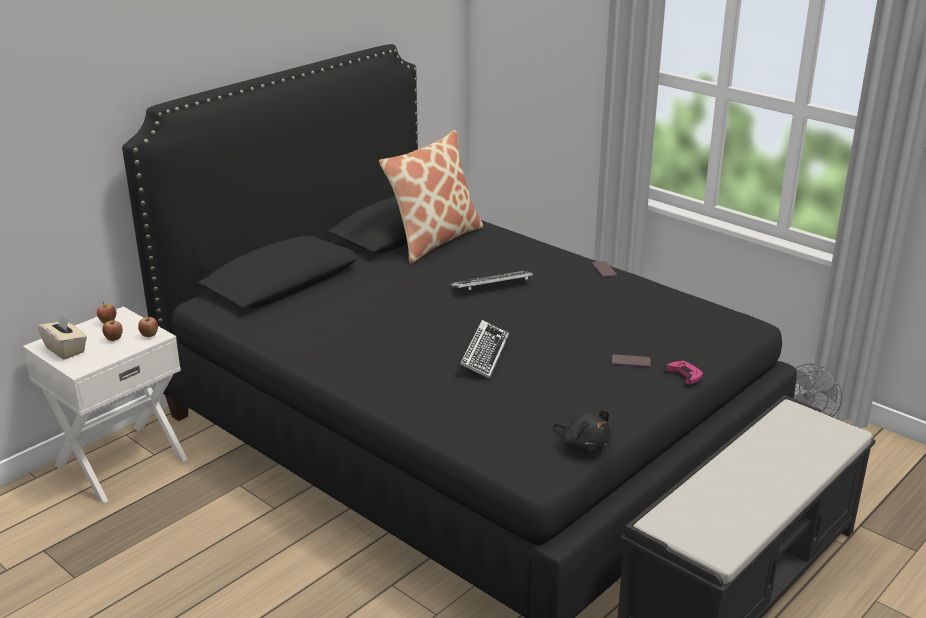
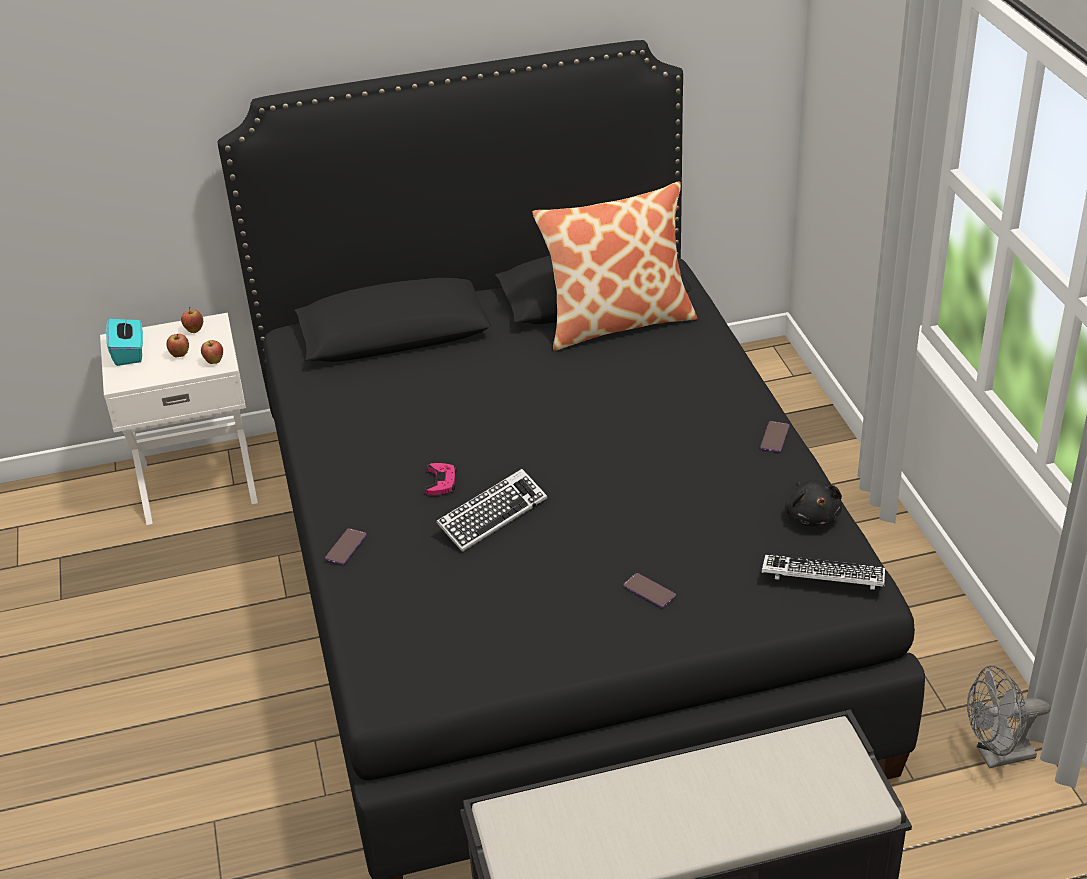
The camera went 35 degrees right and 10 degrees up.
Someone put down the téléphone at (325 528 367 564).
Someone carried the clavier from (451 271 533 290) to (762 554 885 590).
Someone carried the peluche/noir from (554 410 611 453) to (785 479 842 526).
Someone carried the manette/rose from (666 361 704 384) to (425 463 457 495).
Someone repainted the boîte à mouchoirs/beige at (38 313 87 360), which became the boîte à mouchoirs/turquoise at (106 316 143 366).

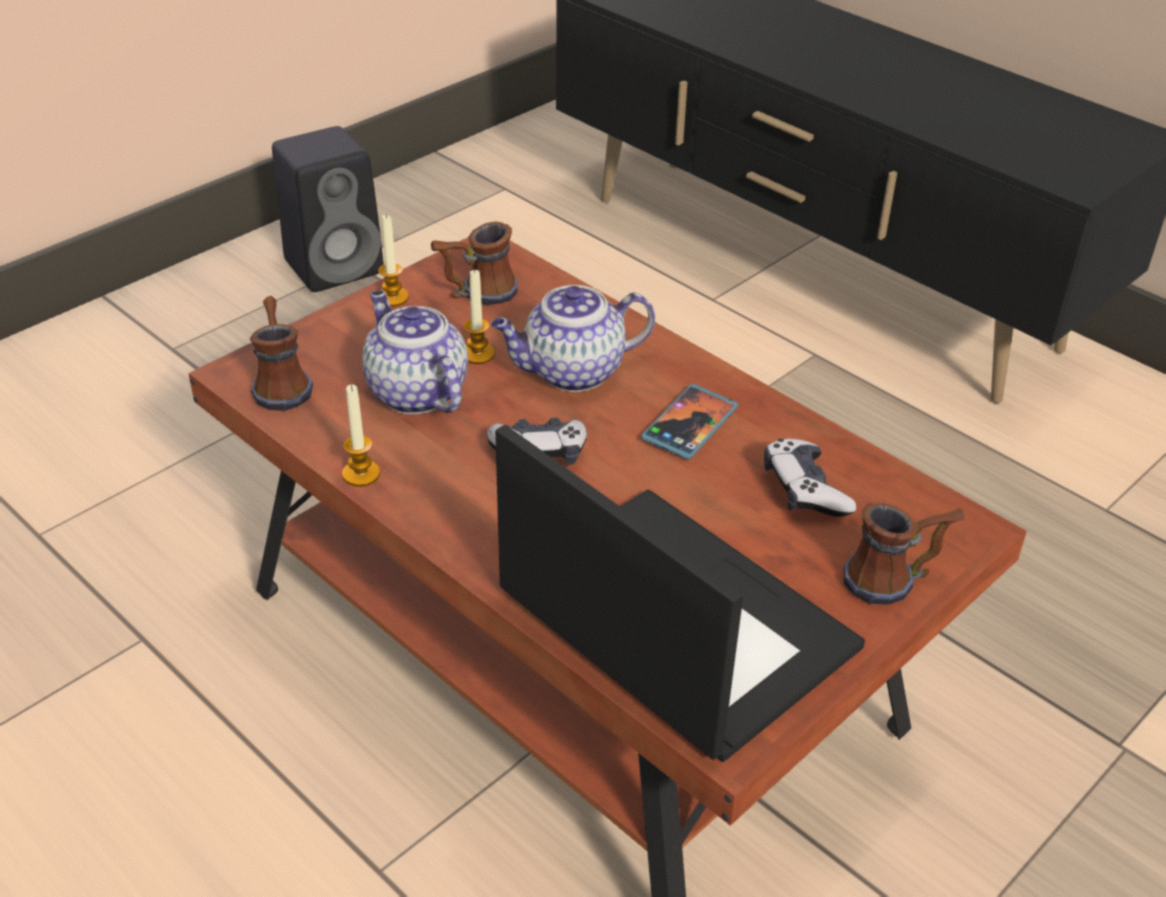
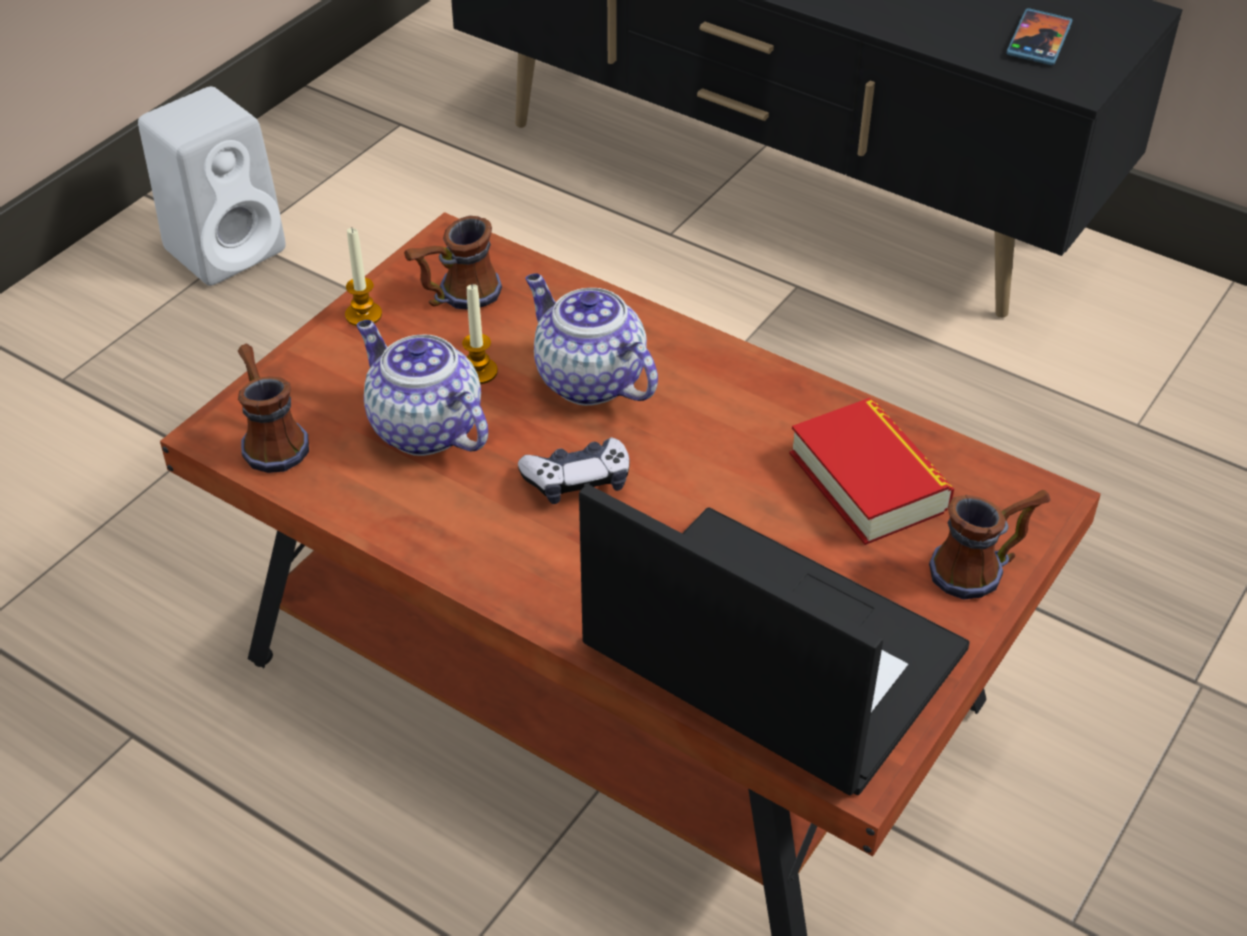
The camera went 10 degrees left and 5 degrees up.
Someone took away the bougie at (342 384 380 487).
Someone carried the téléphone from (641 384 738 460) to (1006 8 1072 65).
Someone swapped the manette at (764 439 856 517) for the livre at (789 398 954 545).
Someone repainted the enceinte/noir at (272 126 384 292), which became the enceinte/blanc at (138 86 286 286).
Someone rotated the théière at (491 285 655 392) by 75 degrees clockwise.

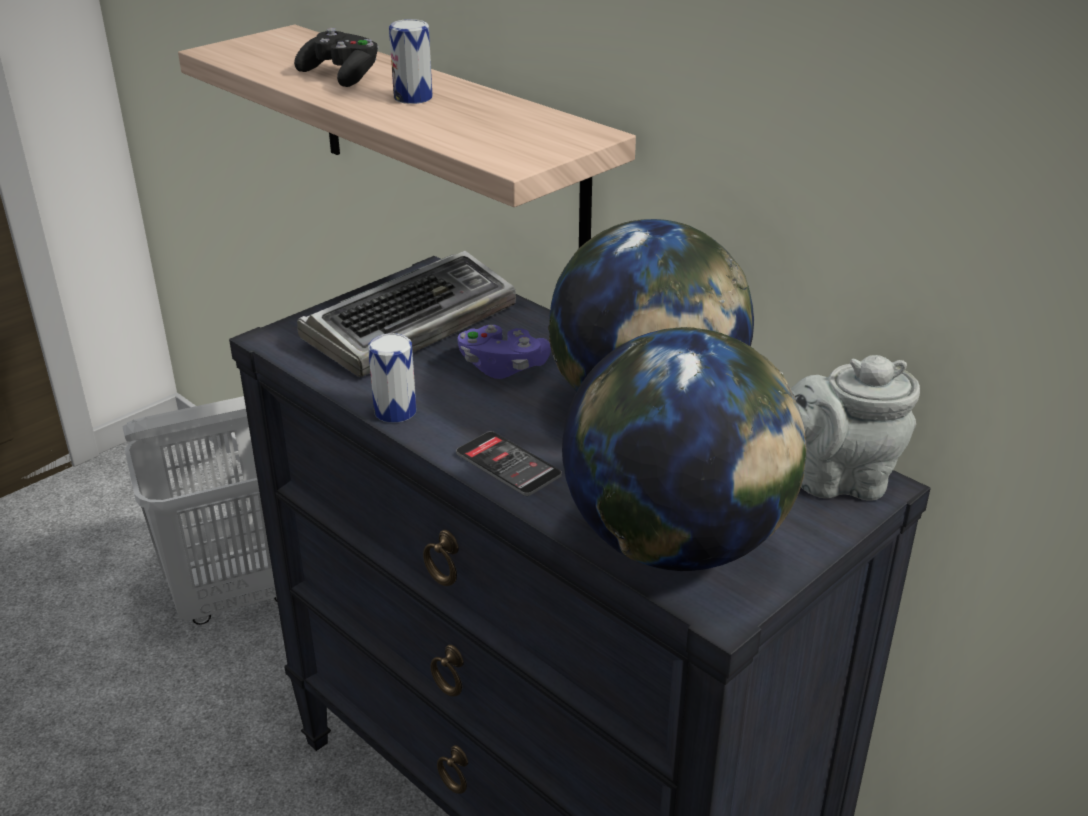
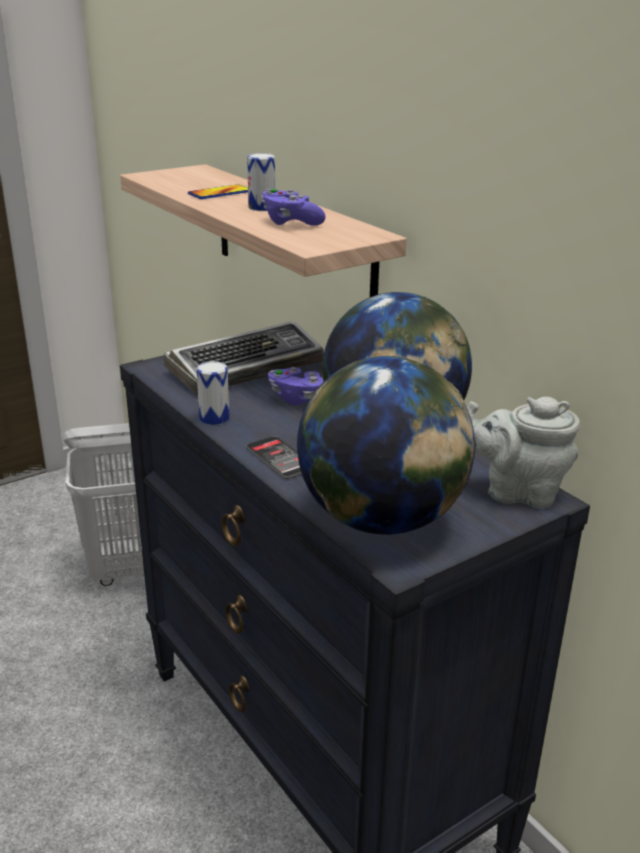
The camera went 10 degrees right and 5 degrees down.
Someone put down the manette/violet at (262 189 326 226).
Someone swapped the manette/noir at (294 28 379 87) for the téléphone at (188 184 248 199).

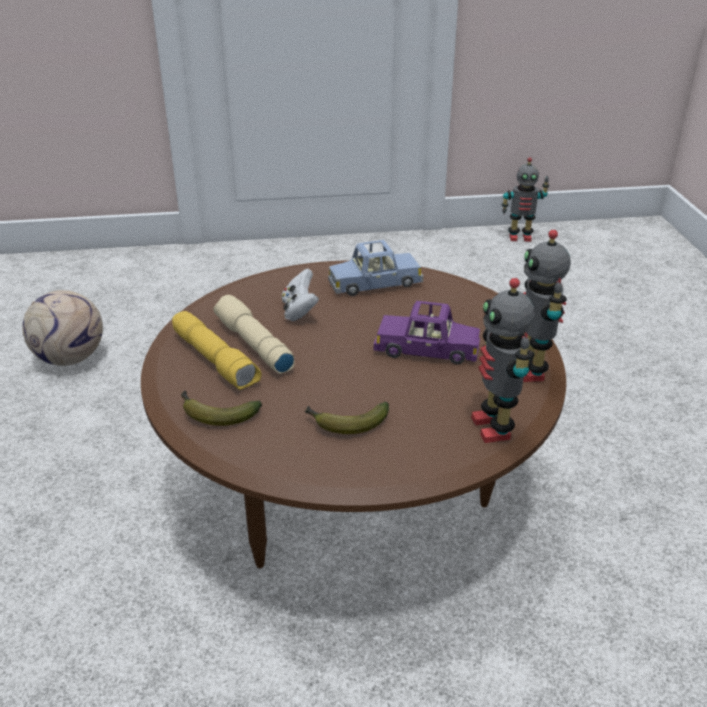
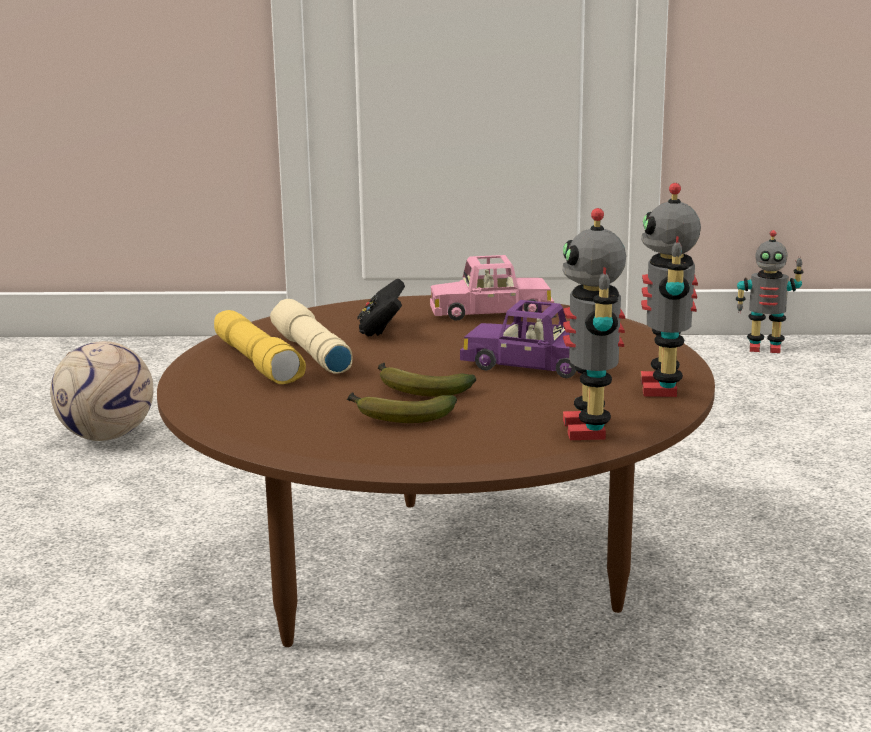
The camera went 10 degrees right and 15 degrees down.
Someone carried the banane from (181 390 262 426) to (378 363 476 397).
Someone repainted the manette/blanc at (282 268 319 321), which became the manette/noir at (357 279 405 336).
Someone repainted the petite voiture/bleu at (328 240 423 296), which became the petite voiture/rose at (430 255 554 321).

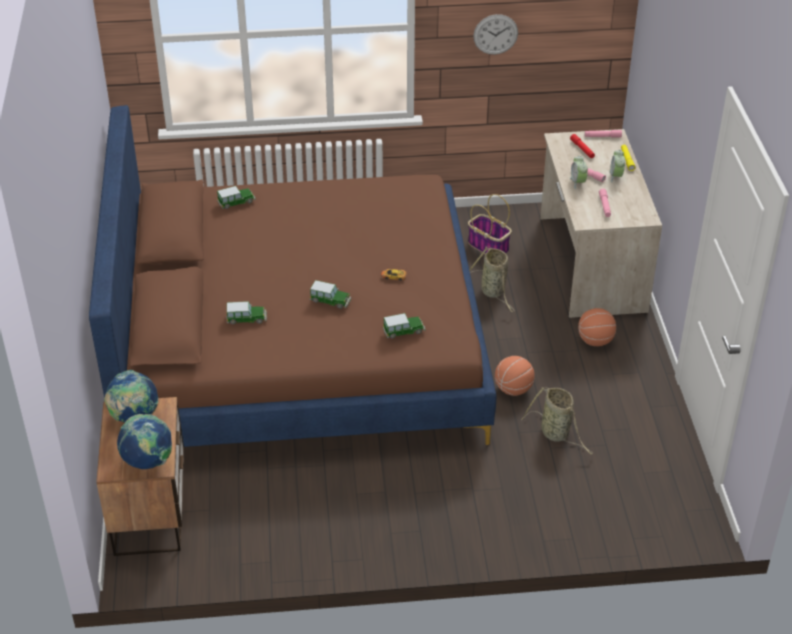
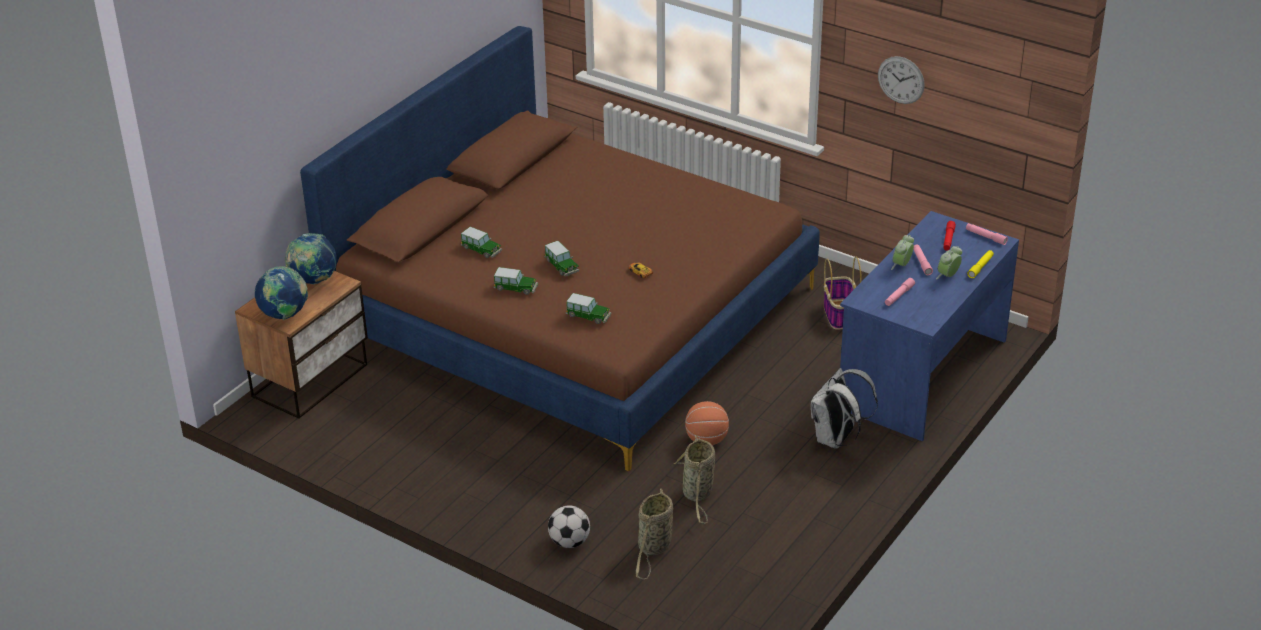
The camera went 40 degrees right and 5 degrees down.
Someone put down the ballon de foot at (548 506 590 548).
Someone carried the petite voiture from (217 186 256 209) to (494 267 538 295).
Someone carried the panier from (469 246 515 312) to (636 488 673 579).
Someone swapped the ballon de basket at (578 308 616 346) for the sac à dos/blanc at (811 368 878 449).
Someone repainted the bureau/beige at (540 129 662 318), which became the bureau/bleu at (840 211 1019 441).

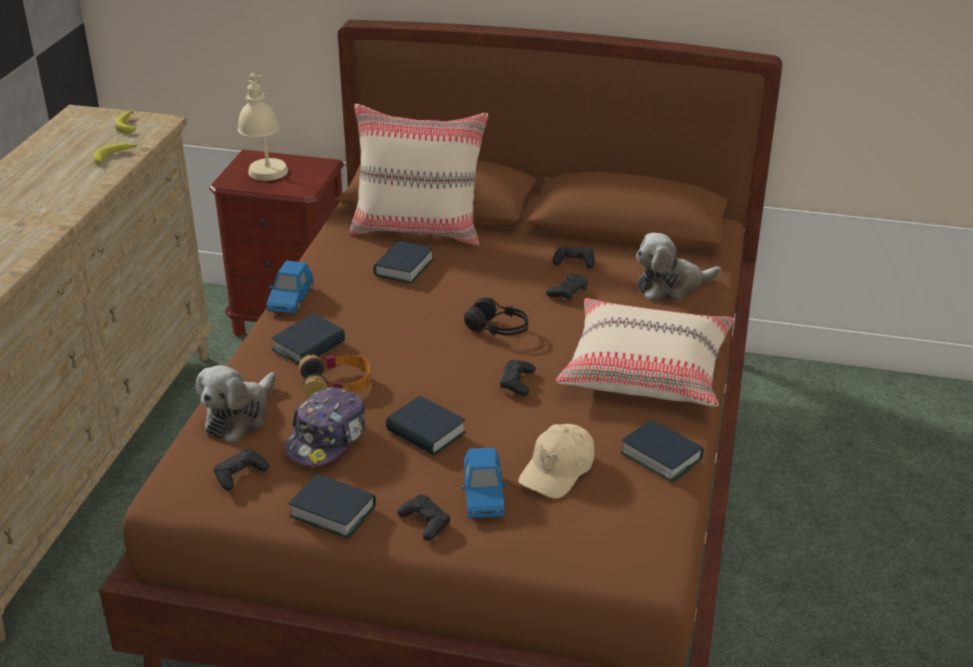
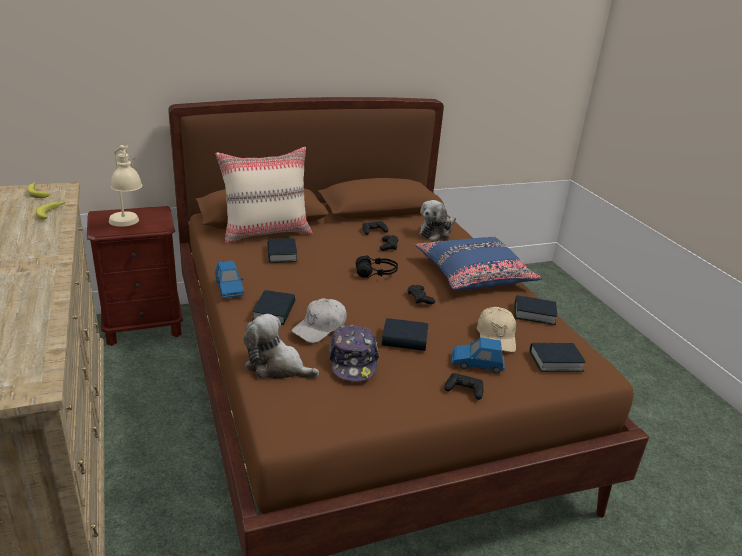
The camera went 35 degrees left and 5 degrees down.
Someone took away the manette/noir at (214 449 269 491).
Someone carried the livre from (288 474 376 539) to (530 343 586 372).
Someone swapped the casque audio at (299 354 371 397) for the casquette/blanc at (291 298 347 343).
Someone repainted the coussin/beige at (556 298 734 406), which became the coussin/bleu at (415 236 542 290).
Someone rotated the peluche at (196 365 276 442) by 120 degrees clockwise.
Someone rotated the petite voiture/bleu at (462 447 507 518) by 135 degrees clockwise.

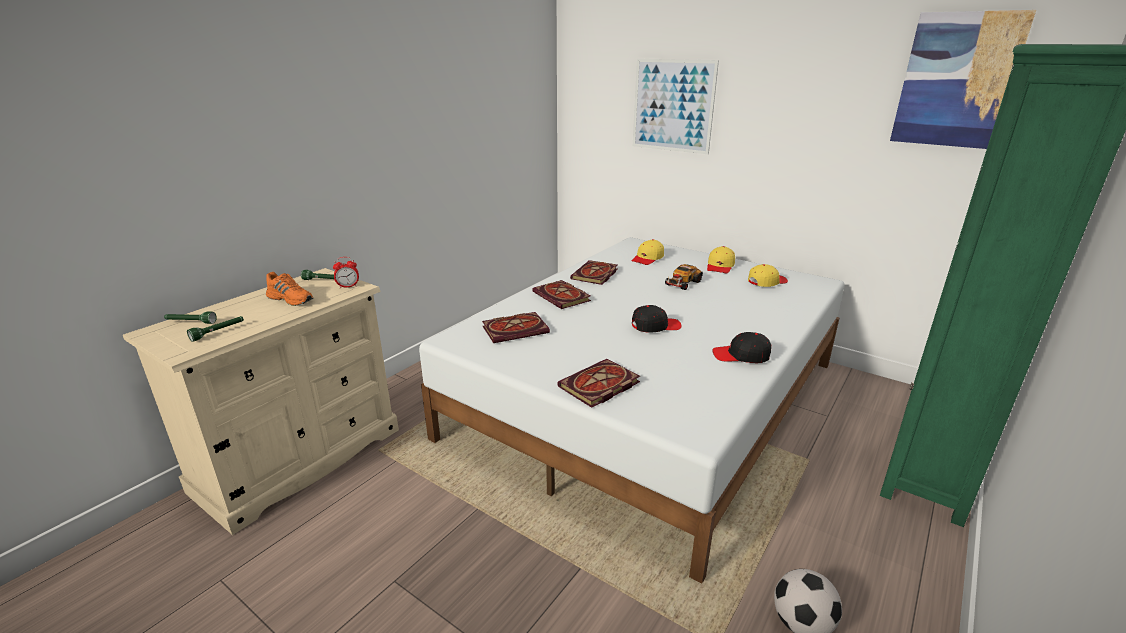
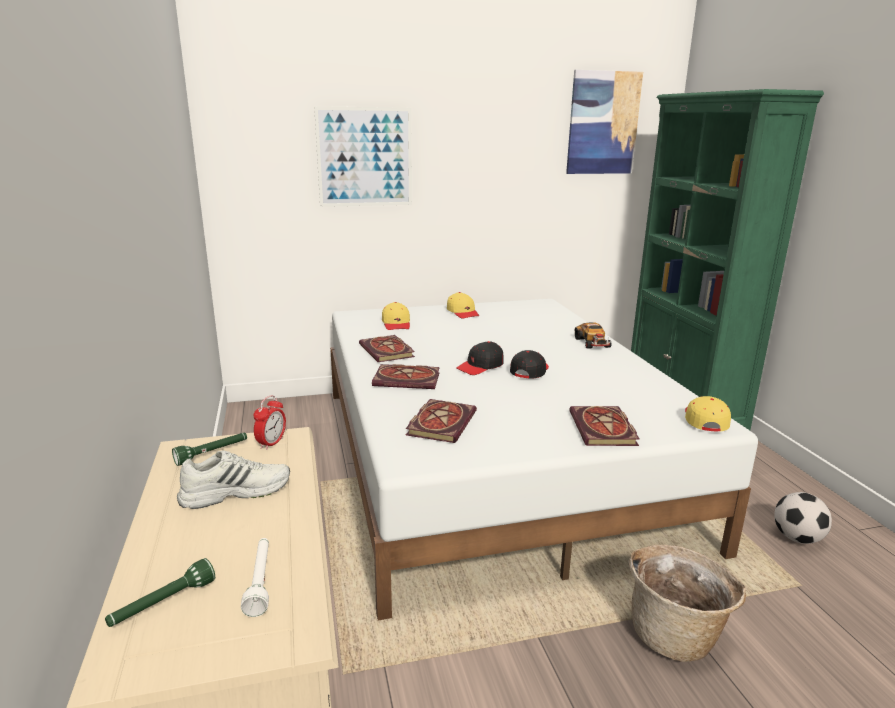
The camera went 50 degrees left and 5 degrees down.
Someone put down the panier at (628 545 746 662).
Someone carried the petite voiture from (664 264 703 290) to (574 322 612 349).
Someone carried the casquette/noir from (712 332 771 363) to (456 341 503 375).
Someone carried the casquette/jaune from (748 264 788 287) to (685 396 731 432).
Someone repainted the lampe de poche/vert at (187 316 244 342), which became the lampe de poche/blanc at (241 538 269 617).
Someone repainted the chaussure/orange at (266 272 313 306), which became the chaussure/blanc at (177 450 290 509).

